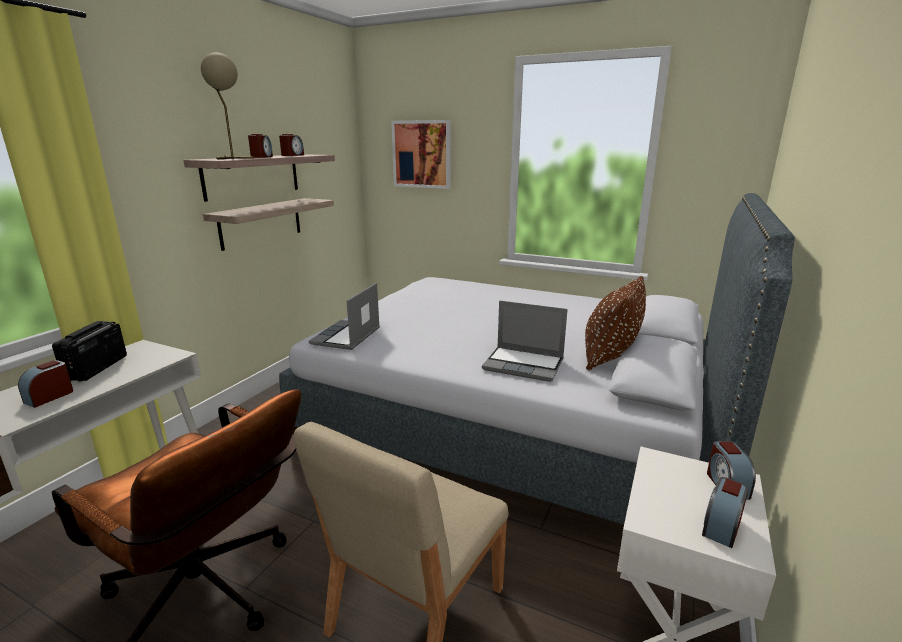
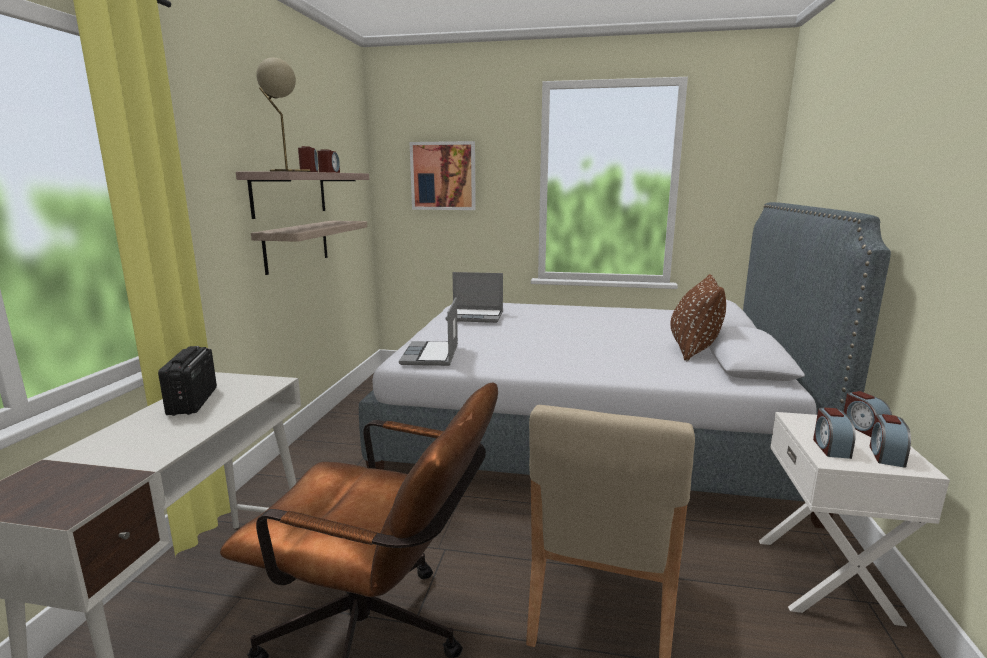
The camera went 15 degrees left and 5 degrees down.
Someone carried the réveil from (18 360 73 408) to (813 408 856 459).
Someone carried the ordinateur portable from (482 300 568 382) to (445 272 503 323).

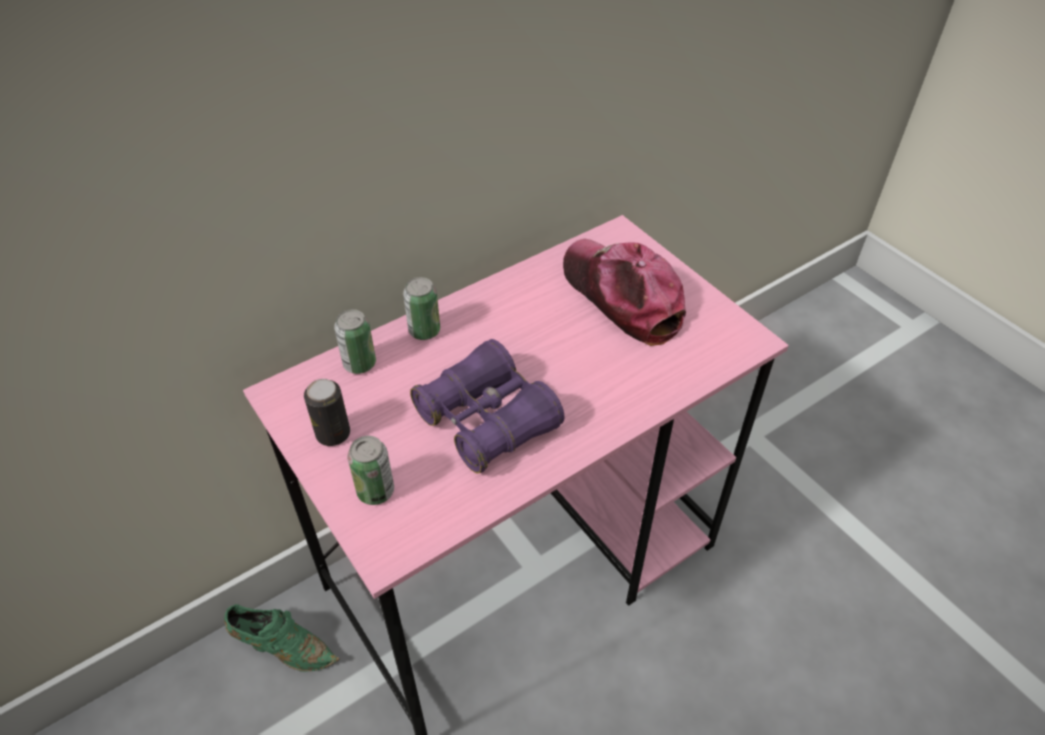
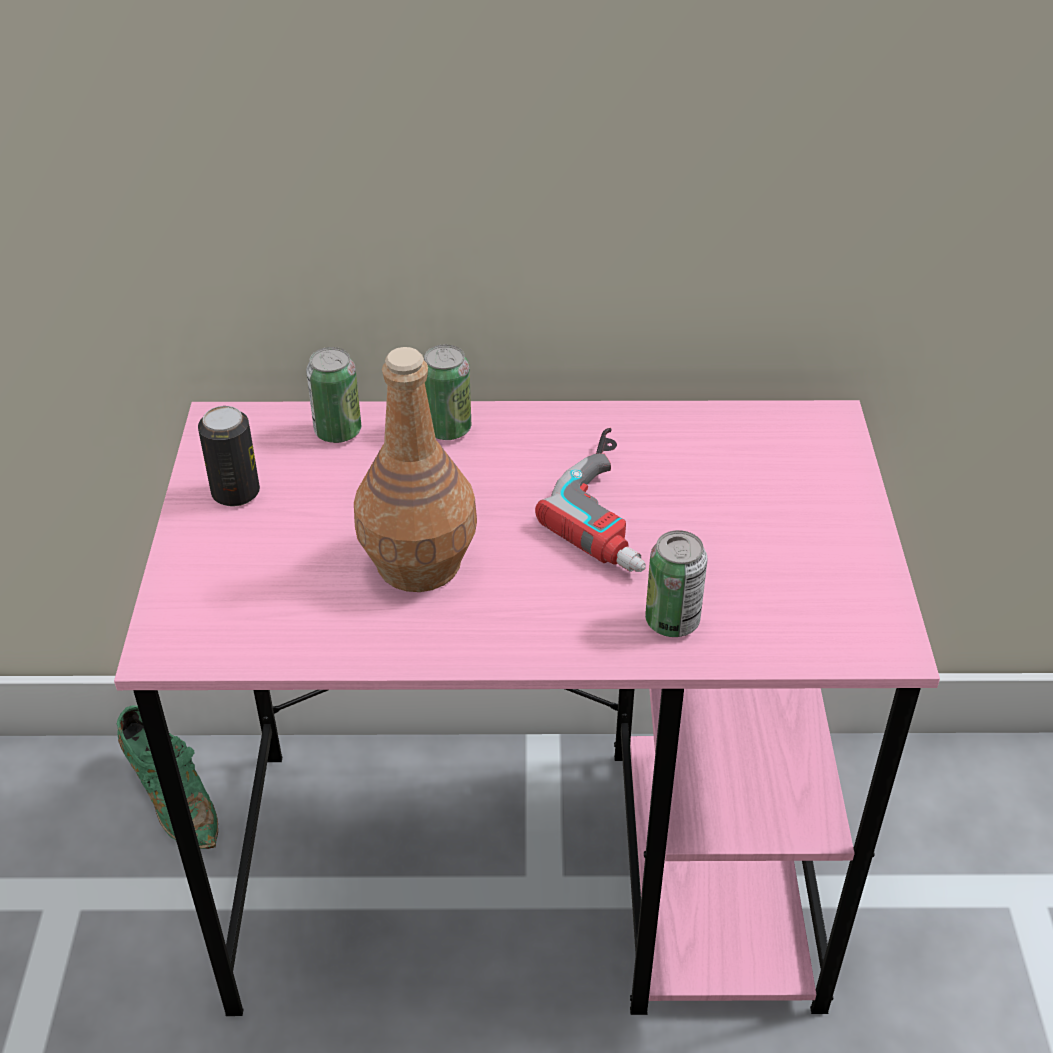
The camera went 35 degrees right and 5 degrees down.
Someone took away the casquette at (563 239 686 346).
Someone put down the perceuse at (535 428 646 572).
Someone carried the boîte métallique from (348 436 394 505) to (645 530 707 637).
Someone swapped the jumelles/violet at (410 339 564 474) for the bouteille/marron at (354 347 477 592).

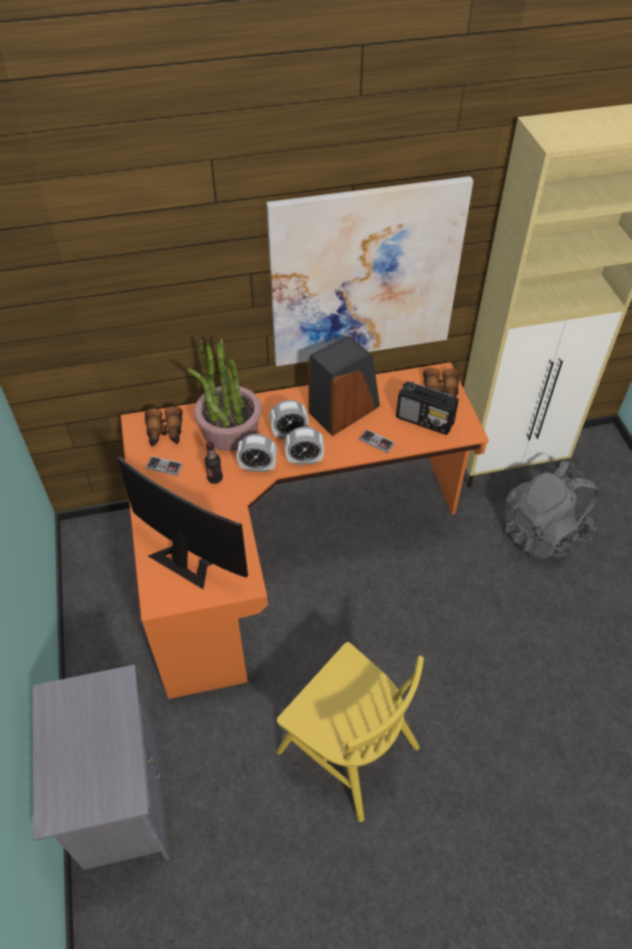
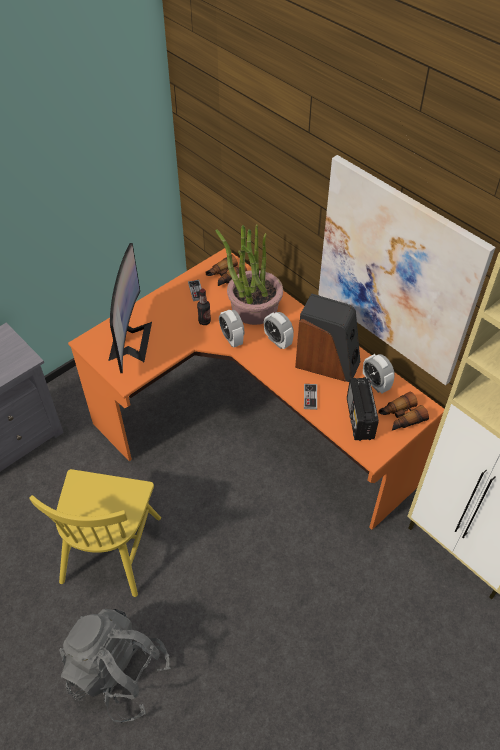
The camera went 60 degrees right and 0 degrees up.
Someone carried the réveil from (285 427 324 465) to (363 354 395 393).
Someone carried the sac à dos/gris from (505 460 598 559) to (59 609 171 723).

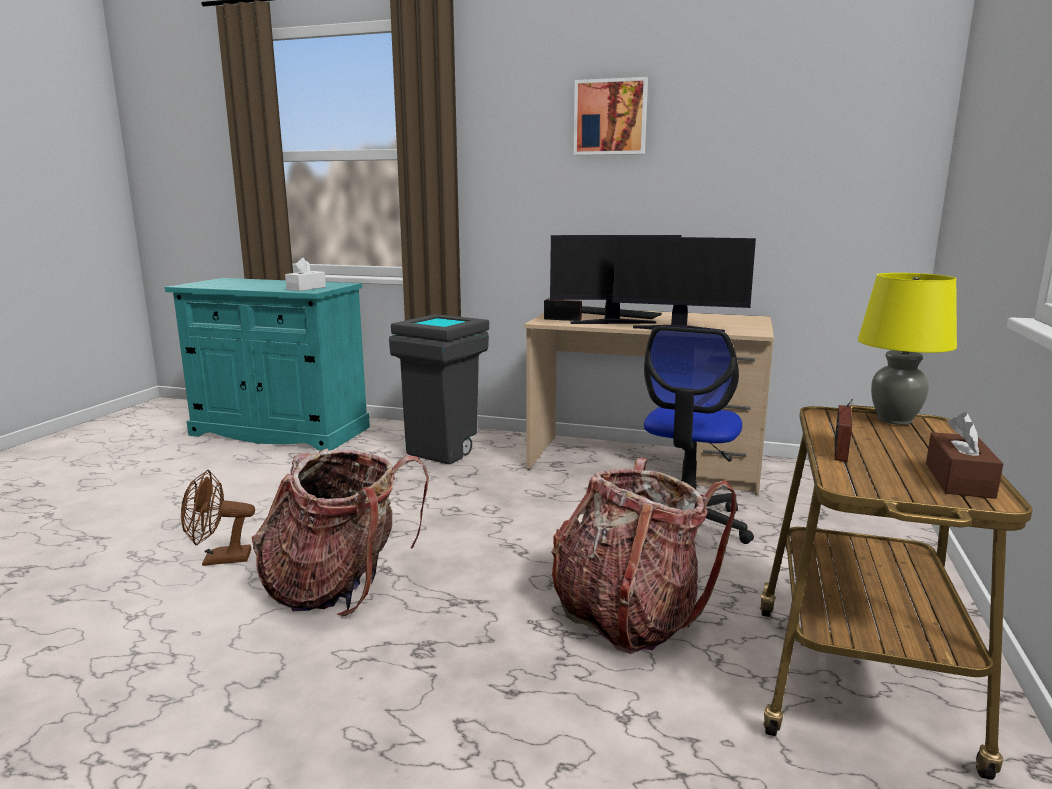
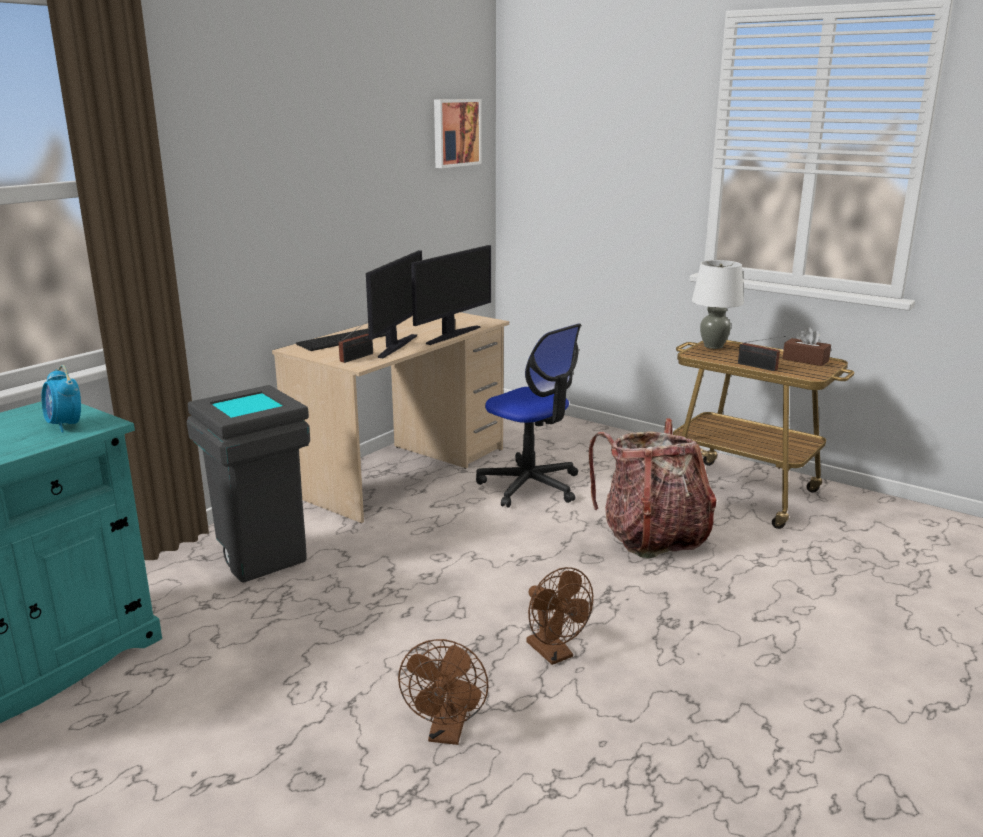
The camera went 70 degrees left and 5 degrees up.
Someone carried the tableau from (573 77 648 155) to (434 99 481 168).
Someone swapped the sac à dos at (252 449 429 617) for the ventilateur/marron at (526 567 593 665).
Someone swapped the boîte à mouchoirs/blanc at (285 258 326 291) for the réveil at (41 365 81 433).
Someone repainted the lampe de table/jaune at (858 273 957 425), which became the lampe de table/blanc at (692 260 744 349).

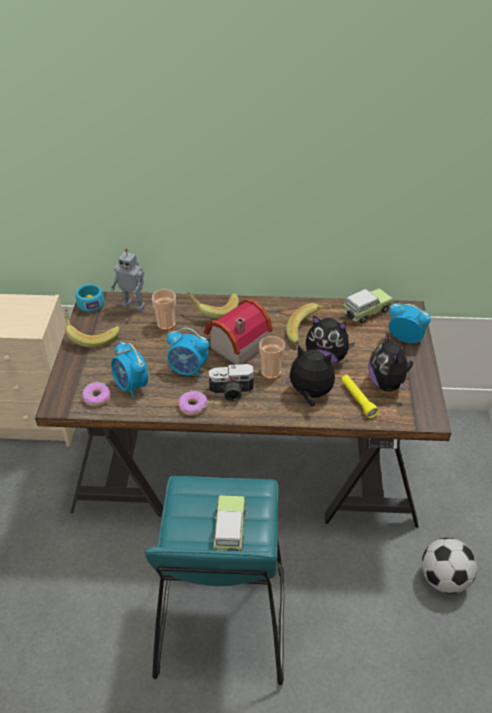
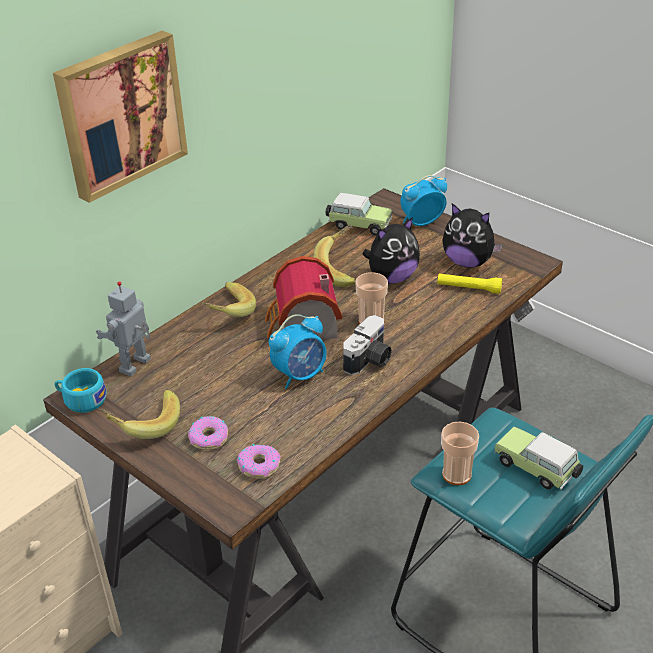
The camera went 50 degrees left and 5 degrees down.
Someone took away the réveil at (111 341 148 398).
Someone took away the peluche at (282 345 335 407).
Someone took away the ballon de foot at (422 538 477 594).
Someone put up the tableau at (53 31 188 203).
Someone carried the tasse from (152 289 176 330) to (441 422 479 485).
Someone carried the beignet from (178 391 208 415) to (188 416 228 450).
Someone rotated the robot jouet at (110 249 146 311) by 150 degrees clockwise.
Someone rotated the petite voiture at (342 288 393 323) by 105 degrees clockwise.

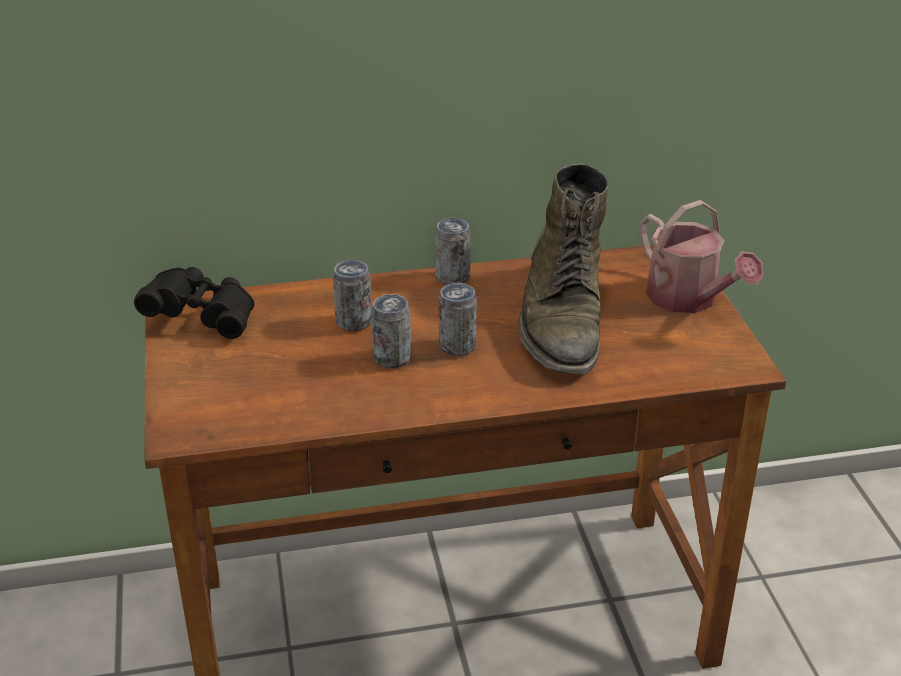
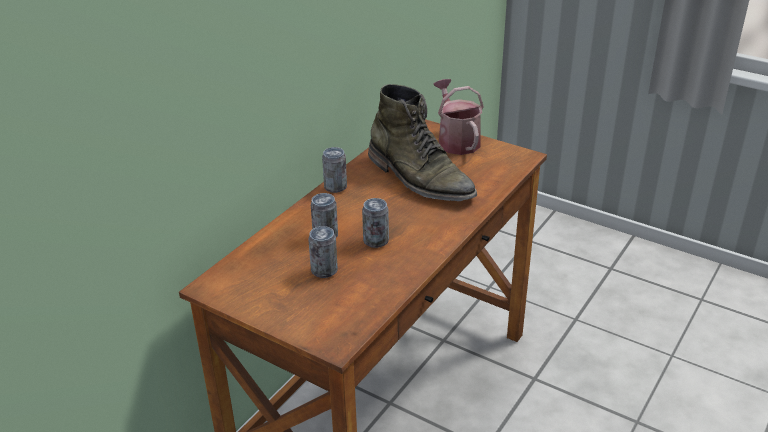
The camera went 45 degrees left and 0 degrees up.
Someone took away the jumelles/noir at (134 267 254 339).
Someone carried the boîte métallique from (439 283 477 356) to (308 226 338 278).
Someone rotated the arrosoir at (640 200 763 313) by 120 degrees counterclockwise.

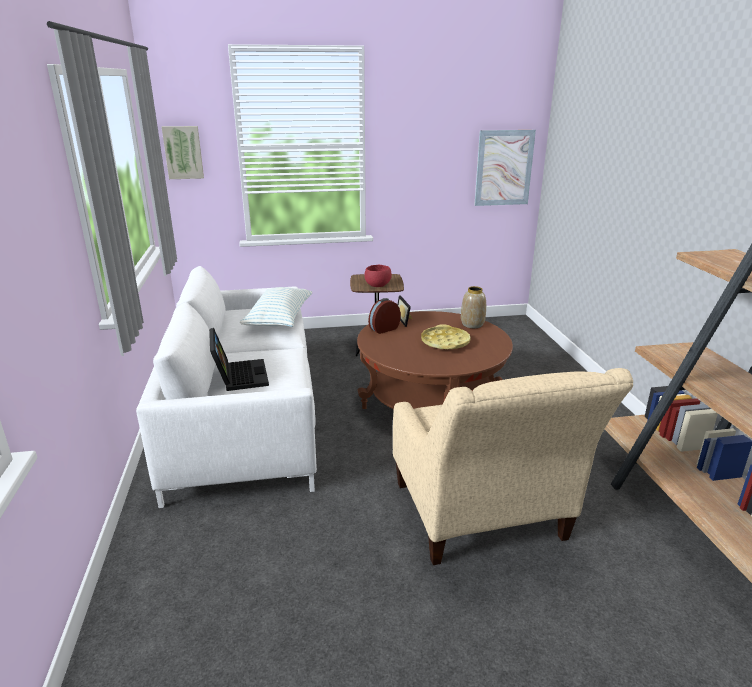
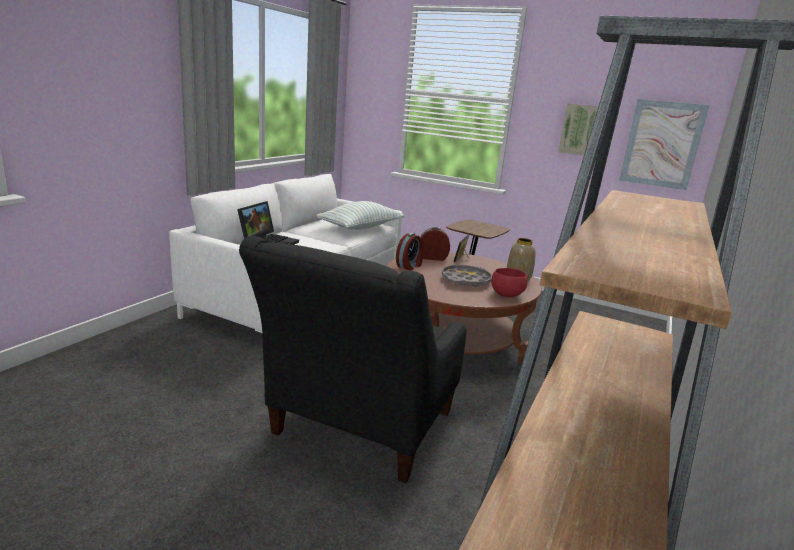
The camera went 35 degrees right and 5 degrees down.
Someone put down the réveil at (396 233 423 270).
Someone carried the tableau from (162 126 204 179) to (558 103 599 156).
Someone carried the bol/rouge from (364 265 392 287) to (491 268 528 298).
Someone repainted the fauteuil/beige at (393 368 633 565), which became the fauteuil/noir at (239 236 467 483).
Someone repainted the plateau/jaune at (421 324 471 349), which became the plateau/gris at (442 265 492 287).

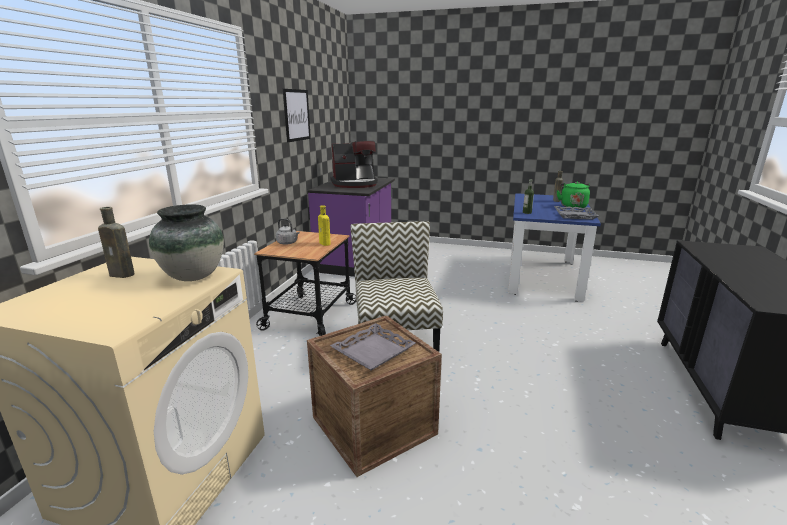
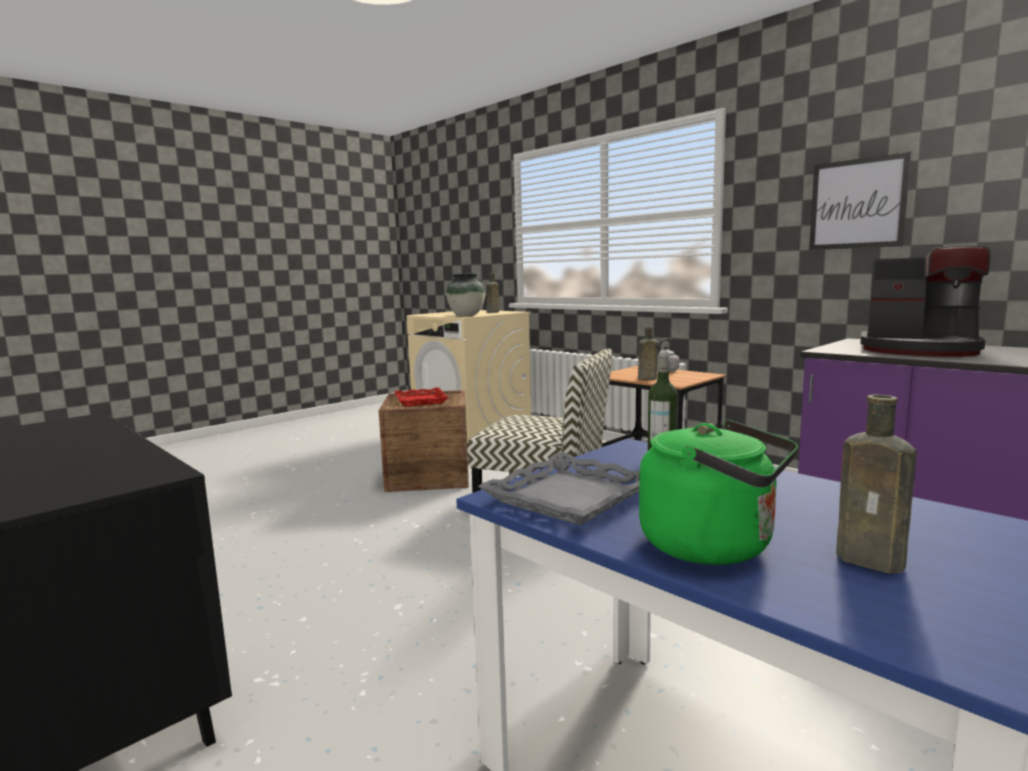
The camera went 120 degrees right and 10 degrees down.
Someone repainted the bouteille/jaune at (318 205 331 246), which became the bouteille/marron at (638 327 658 380).
Someone repainted the plateau/gris at (330 323 416 371), which became the plateau/rouge at (395 387 448 407).
Someone rotated the machine à café at (330 141 378 188) by 75 degrees counterclockwise.

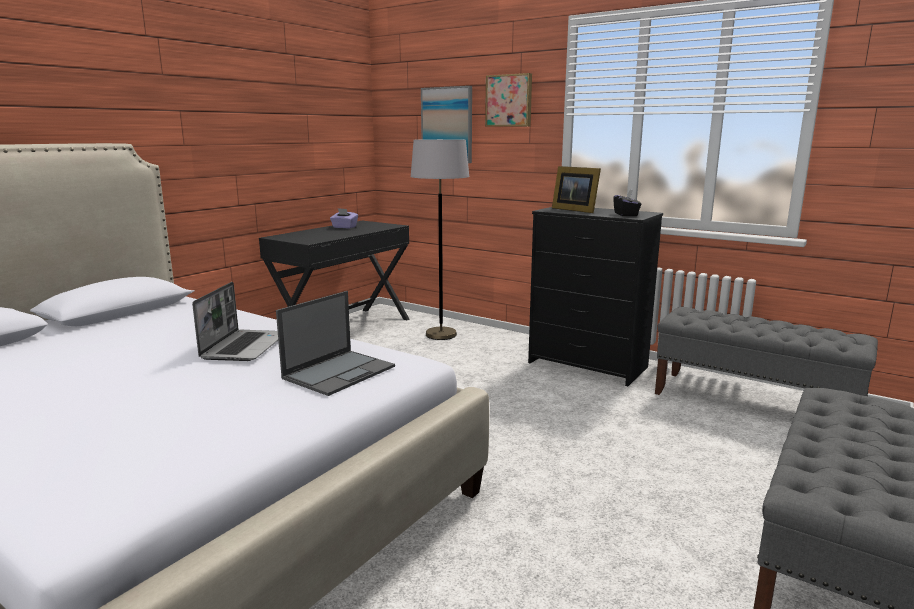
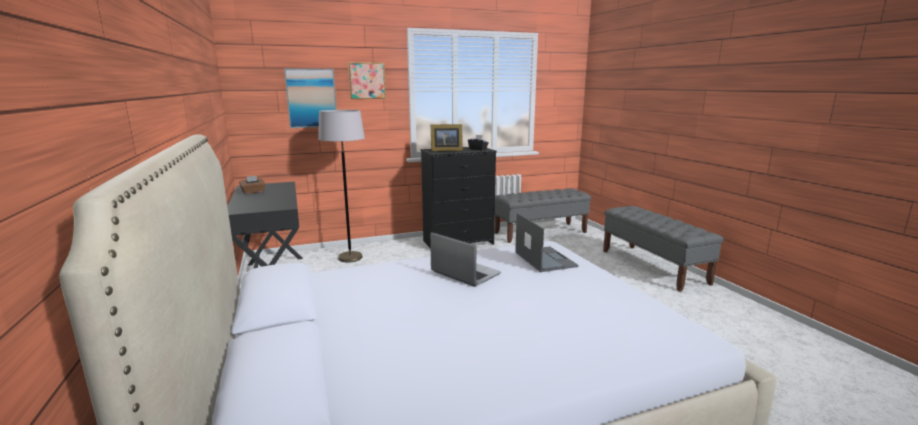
The camera went 55 degrees left and 0 degrees up.
Someone repainted the boîte à mouchoirs/violet at (330 208 358 229), which became the boîte à mouchoirs/marron at (239 176 265 194).

